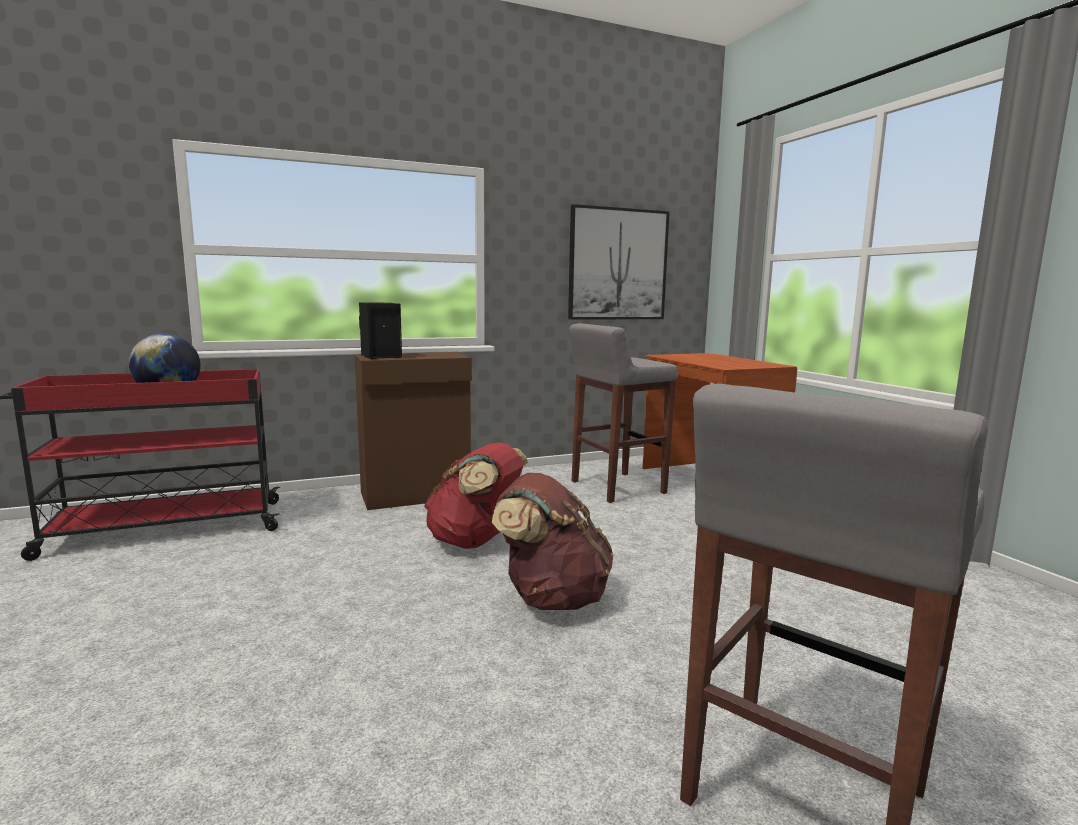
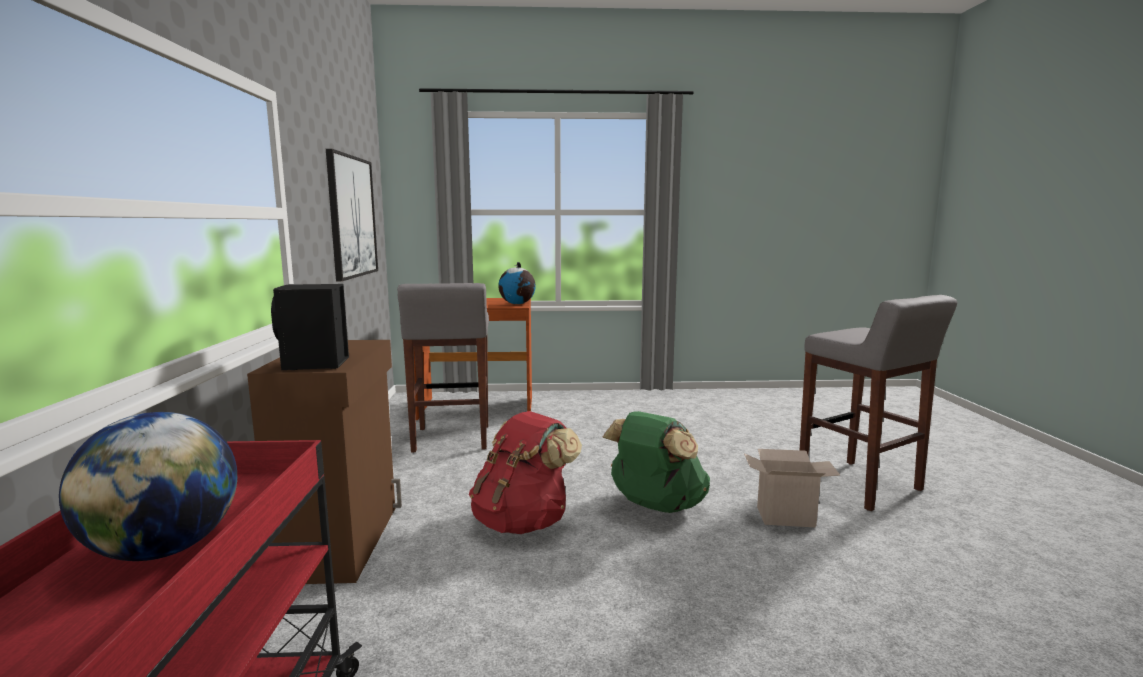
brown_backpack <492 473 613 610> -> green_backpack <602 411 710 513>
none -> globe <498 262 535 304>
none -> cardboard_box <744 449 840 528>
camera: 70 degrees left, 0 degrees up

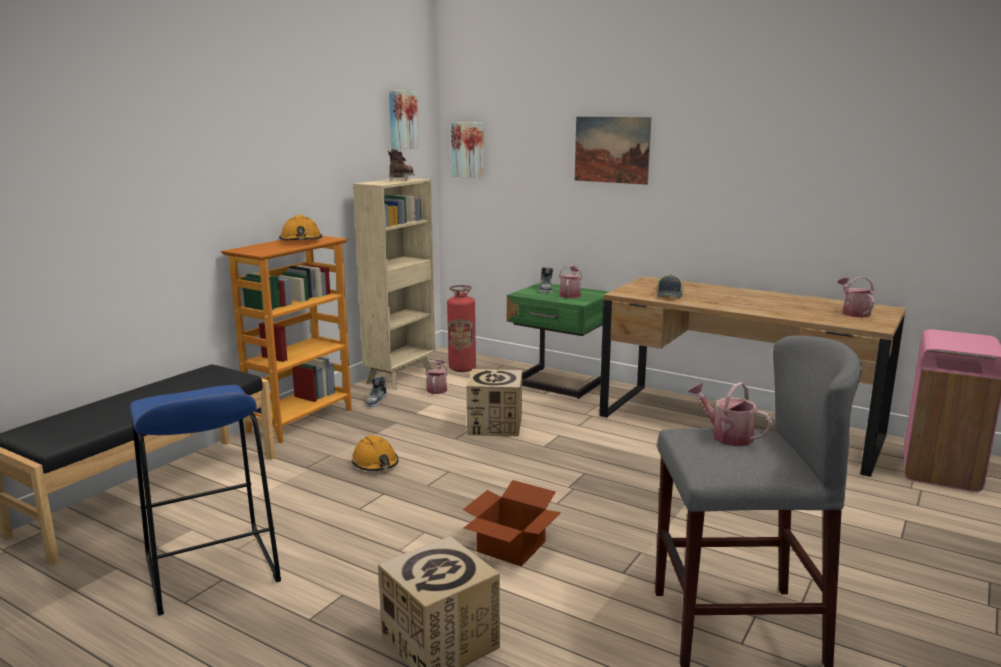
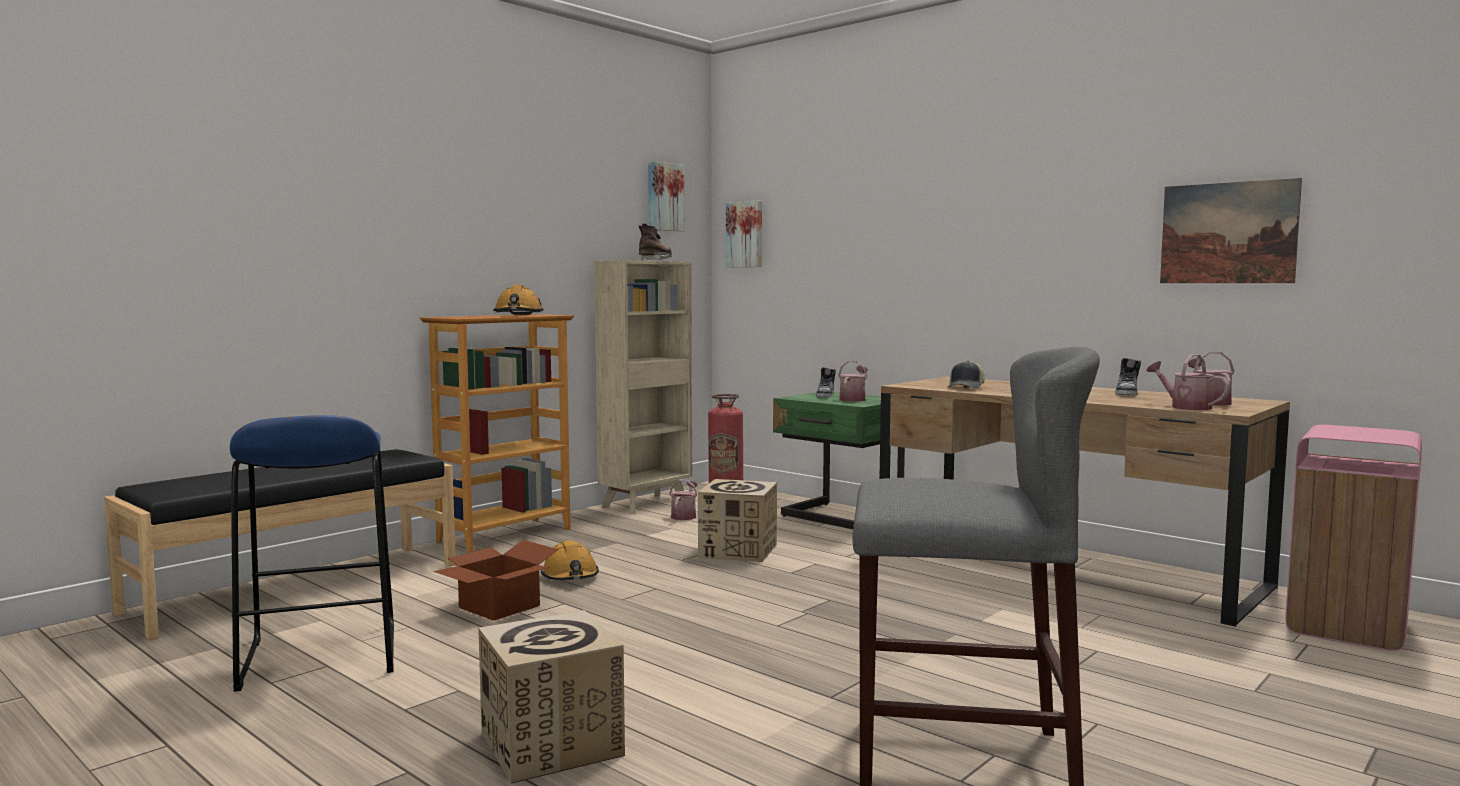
shoe <365 377 387 407> -> shoe <1115 358 1141 396>, move
cardboard_box <463 480 561 566> -> cardboard_box <434 540 558 621>, move
picture <575 117 651 185> -> picture <1160 178 1302 283>, move
watering_can <688 382 772 446> -> watering_can <1146 354 1229 410>, move
camera: 10 degrees right, 10 degrees down

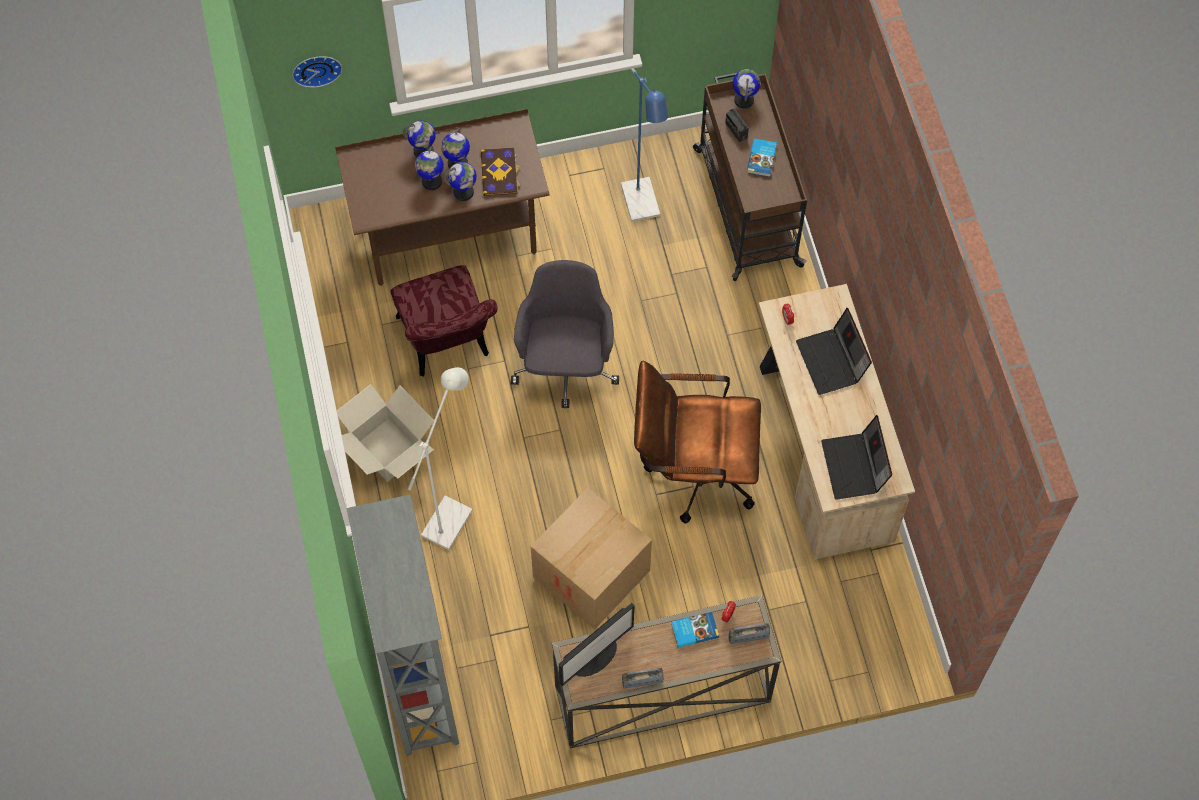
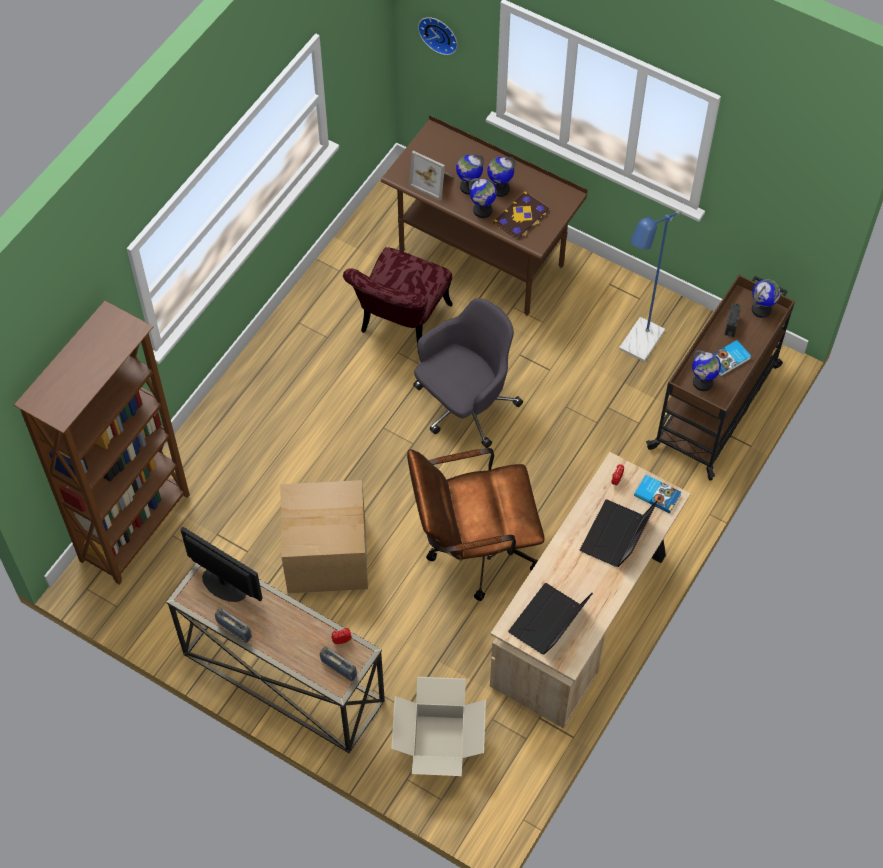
cardboard_box <337 384 434 482> -> cardboard_box <391 677 486 776>, move
grey_bookcase <347 494 459 756> -> brown_bookcase <14 301 190 585>
globe <403 120 436 157> -> globe <692 350 721 391>, move
white_floor_lamp <408 367 473 550> -> none
monitor <559 603 634 686> -> monitor <180 527 263 602>, 150 degrees counterclockwise
brown_office_chair <634 361 761 524> -> brown_office_chair <407 448 545 601>, 60 degrees counterclockwise
book <671 612 719 648> -> book <634 475 681 513>, move
none -> picture_frame <409 151 453 200>
camera: 45 degrees right, 5 degrees down

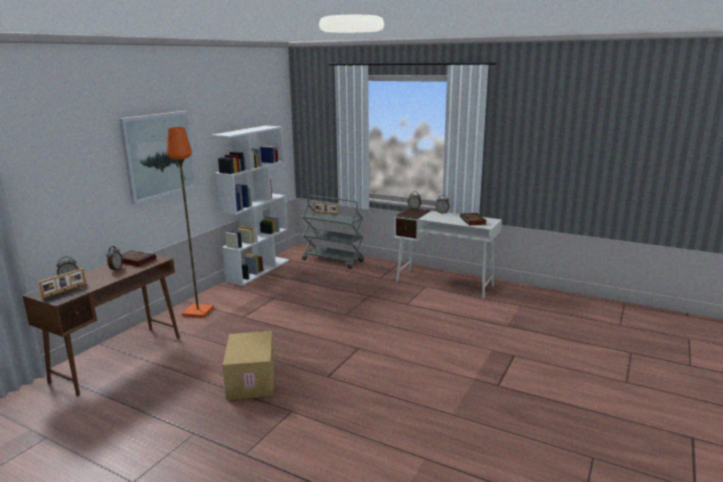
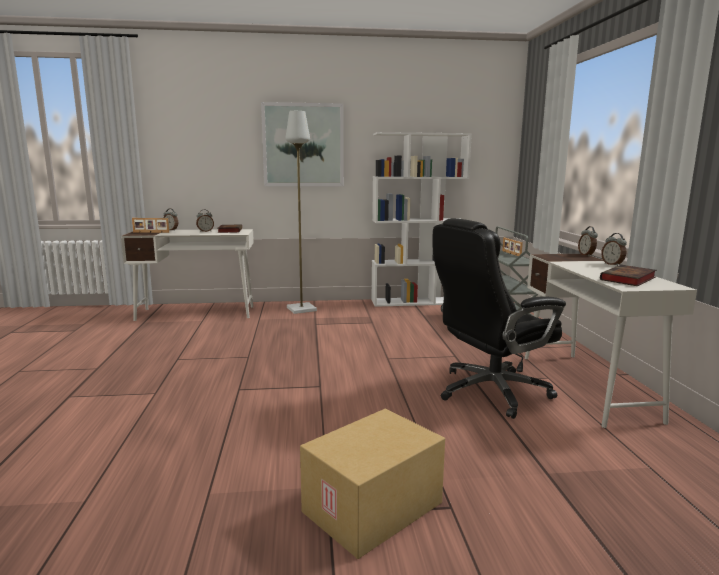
brown_desk <22 252 180 396> -> white_desk <121 229 254 321>
orange_floor_lamp <167 127 214 318> -> grey_floor_lamp <286 111 317 314>
cardboard_box <223 331 275 400> -> cardboard_box <300 408 445 559>, move
none -> black_office_chair <432 218 566 419>
camera: 55 degrees right, 5 degrees down

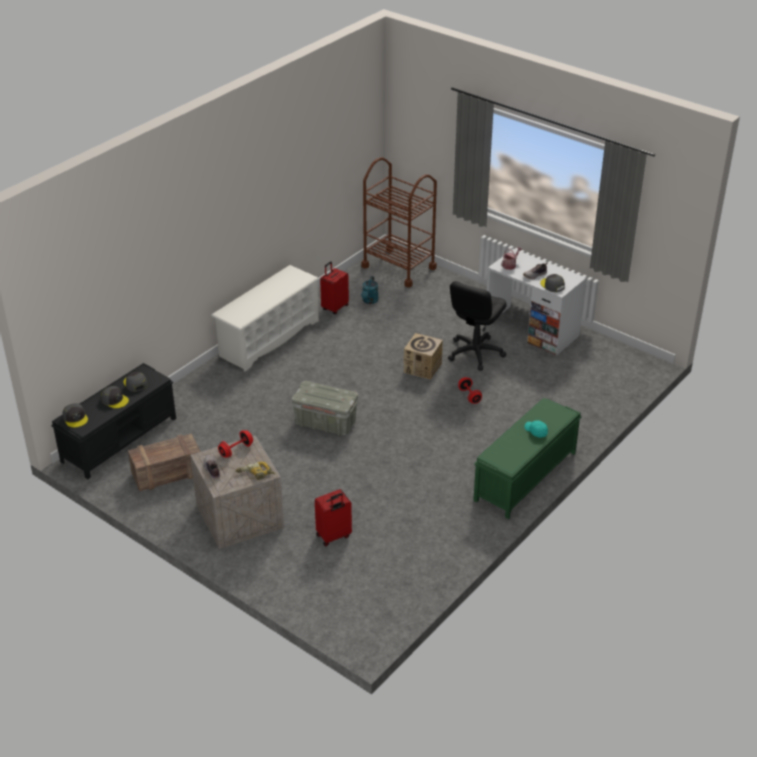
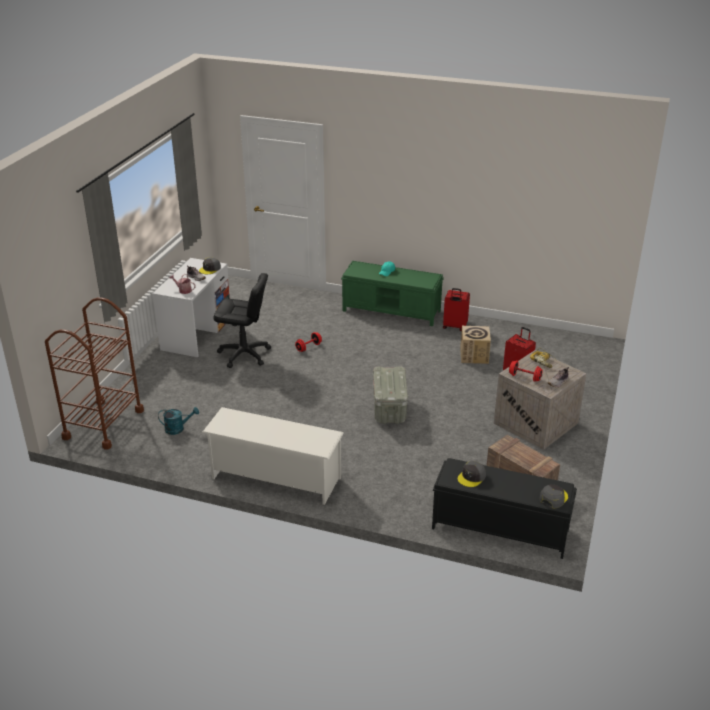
grey_cap <101 386 129 408> -> none
red_suitcase <320 262 349 314> -> red_suitcase <443 288 470 331>, move
cardboard_box <404 333 443 380> -> cardboard_box <460 326 491 364>, move
camera: 110 degrees left, 5 degrees down

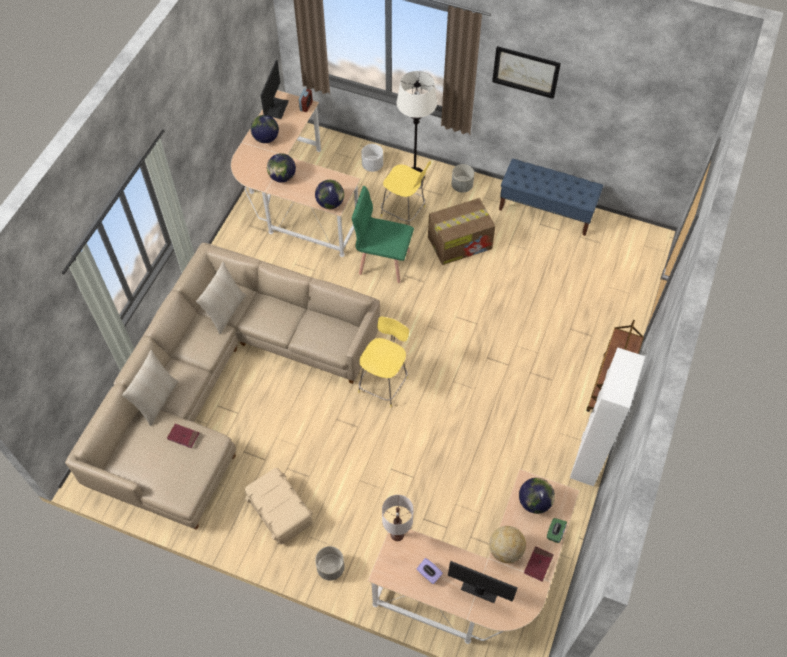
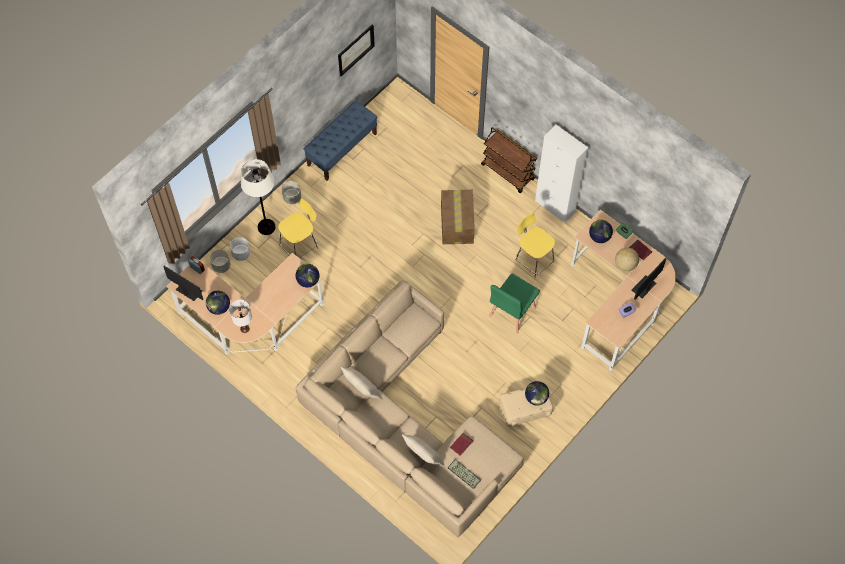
globe <267 153 296 183> -> globe <525 381 549 406>, move
grey_planter <315 546 345 581> -> grey_planter <210 249 231 273>, move
green_chair <352 186 414 283> -> green_chair <489 274 540 334>, move
yellow_stool <358 316 409 407> -> yellow_stool <515 213 555 280>, move
white_table_lamp <382 495 414 541> -> white_table_lamp <229 300 252 333>, move
cardboard_box <428 198 495 265> -> cardboard_box <441 190 475 244>, move
picture <492 46 561 99> -> picture <338 24 375 76>, move
none -> keyboard <447 459 481 489>
camera: 70 degrees left, 5 degrees up

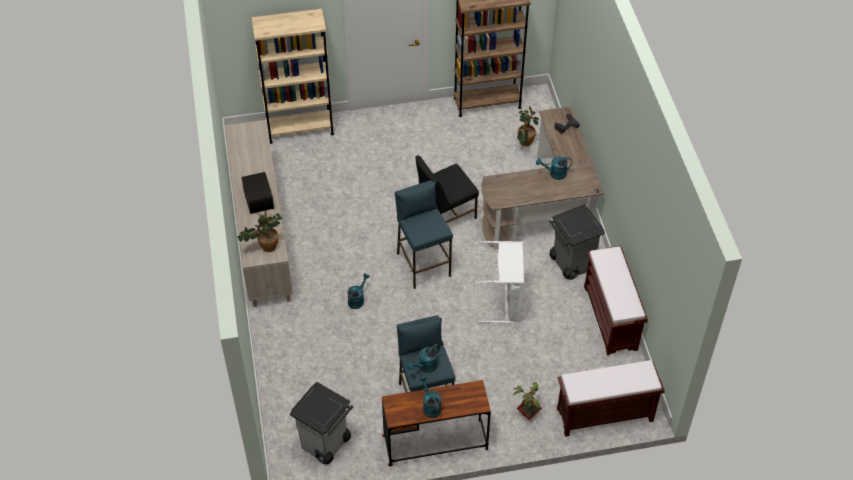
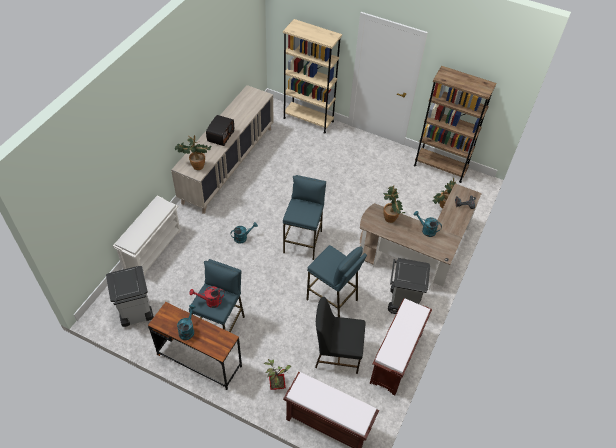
turquoise_watering_can <407 344 440 373> -> red_watering_can <189 286 225 308>
black_chair <415 155 479 223> -> black_chair <315 297 366 374>, move
white_laundry_basket <478 241 524 324> -> blue_stool <307 245 367 317>
none -> white_shoe_rack <113 196 181 276>
none -> potted_plant <383 185 405 223>
camera: 35 degrees right, 0 degrees up

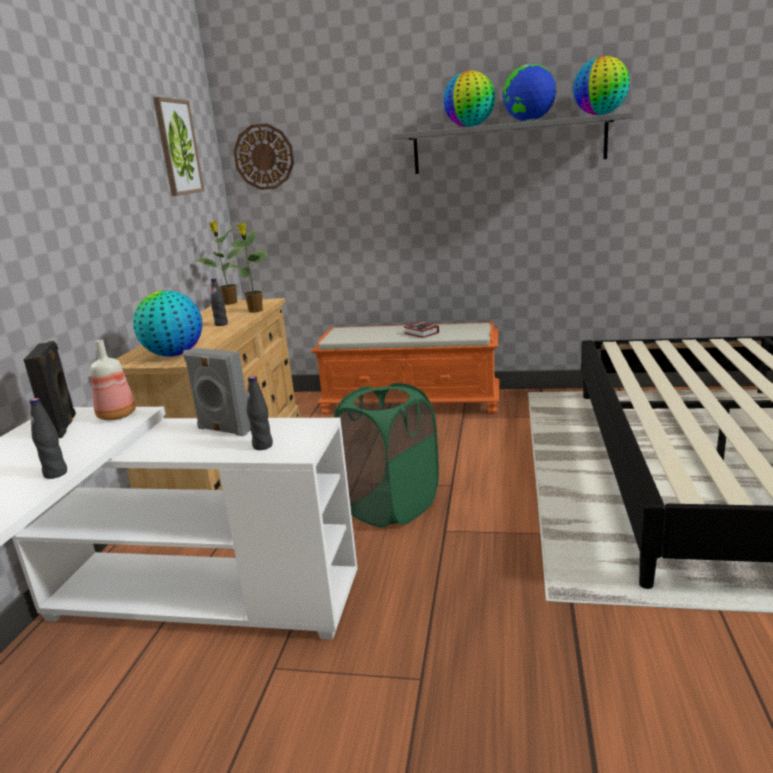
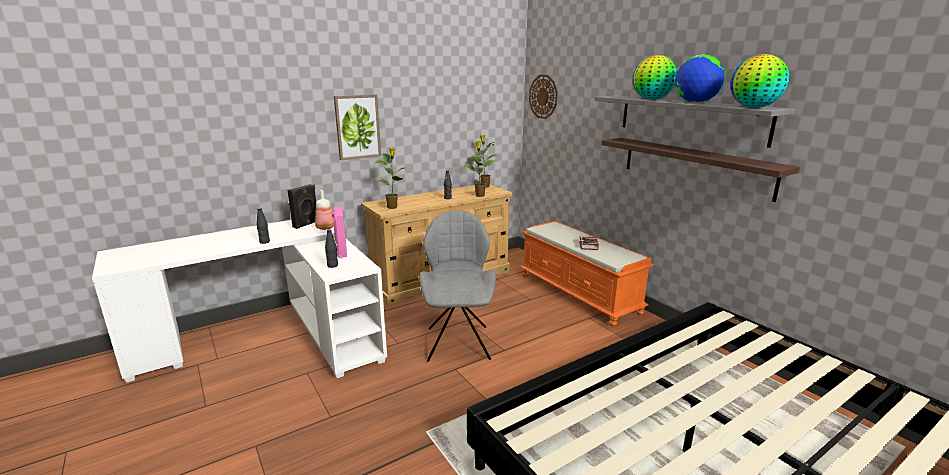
globe <133 290 202 357> -> potted_plant <374 148 403 209>
picture <153 97 204 196> -> picture <334 95 381 160>, move
grey_speaker <183 348 251 436> -> pink_speaker <333 207 347 258>
green_laundry_basket <334 383 439 528> -> grey_chair <419 210 496 362>
none -> shelf <602 138 800 202>
camera: 45 degrees right, 0 degrees up

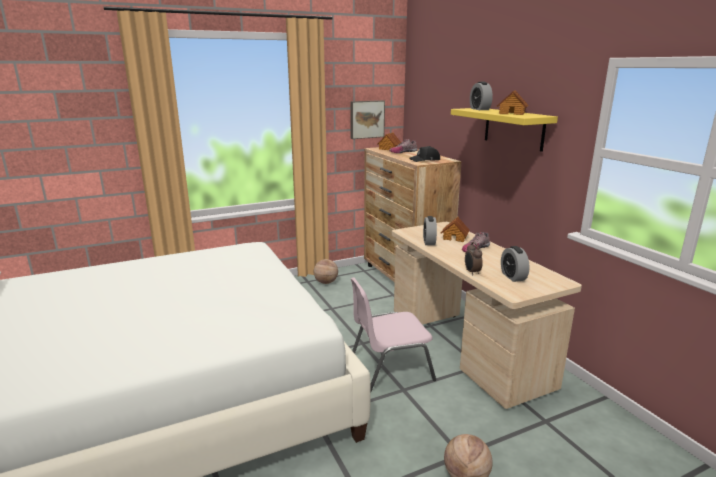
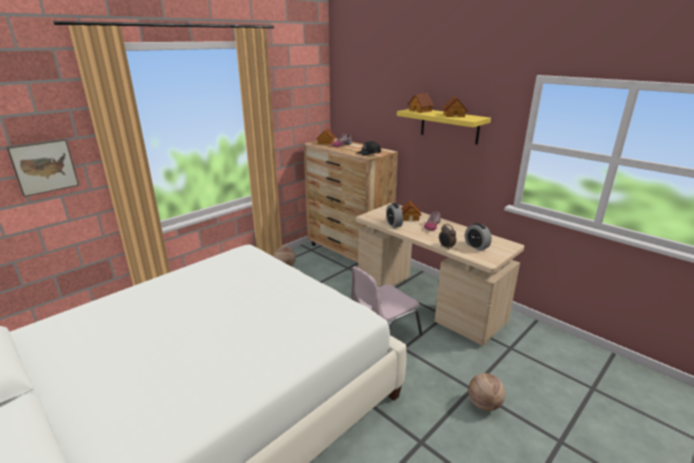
picture <350 100 385 139> -> picture <6 139 79 197>, move
alarm_clock <470 82 493 110> -> toy_house <407 93 434 113>
camera: 20 degrees left, 5 degrees up

